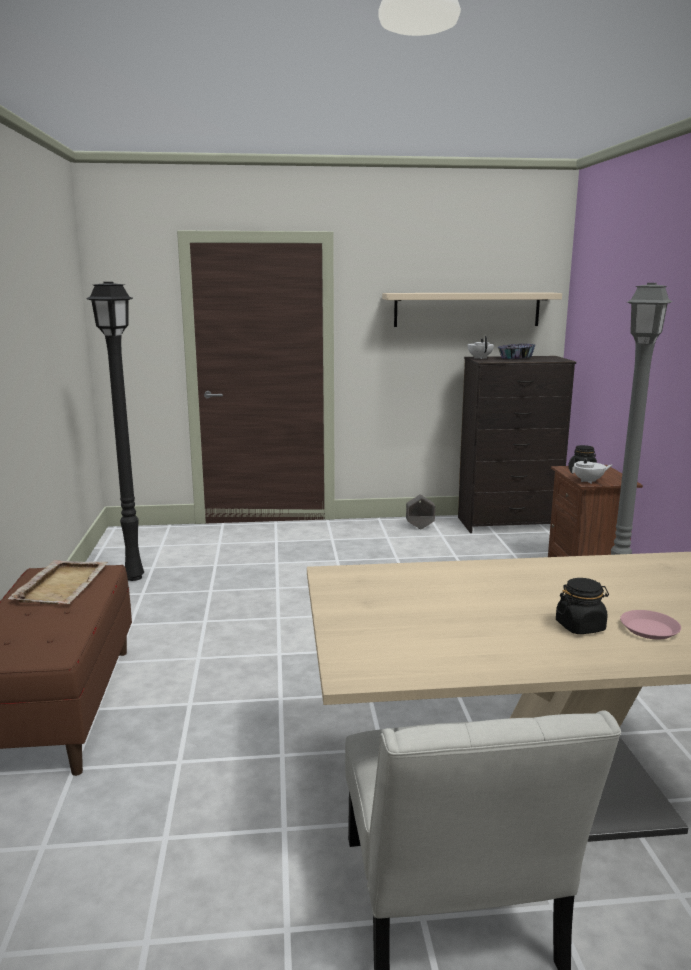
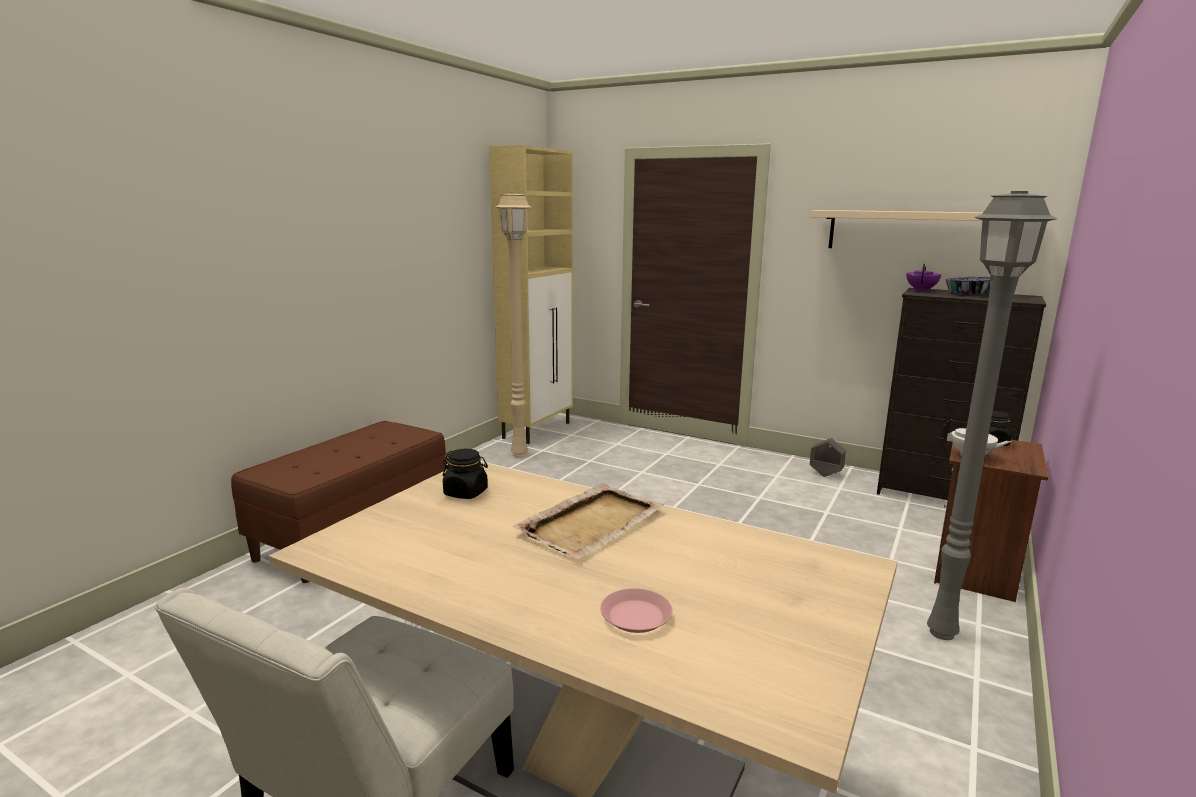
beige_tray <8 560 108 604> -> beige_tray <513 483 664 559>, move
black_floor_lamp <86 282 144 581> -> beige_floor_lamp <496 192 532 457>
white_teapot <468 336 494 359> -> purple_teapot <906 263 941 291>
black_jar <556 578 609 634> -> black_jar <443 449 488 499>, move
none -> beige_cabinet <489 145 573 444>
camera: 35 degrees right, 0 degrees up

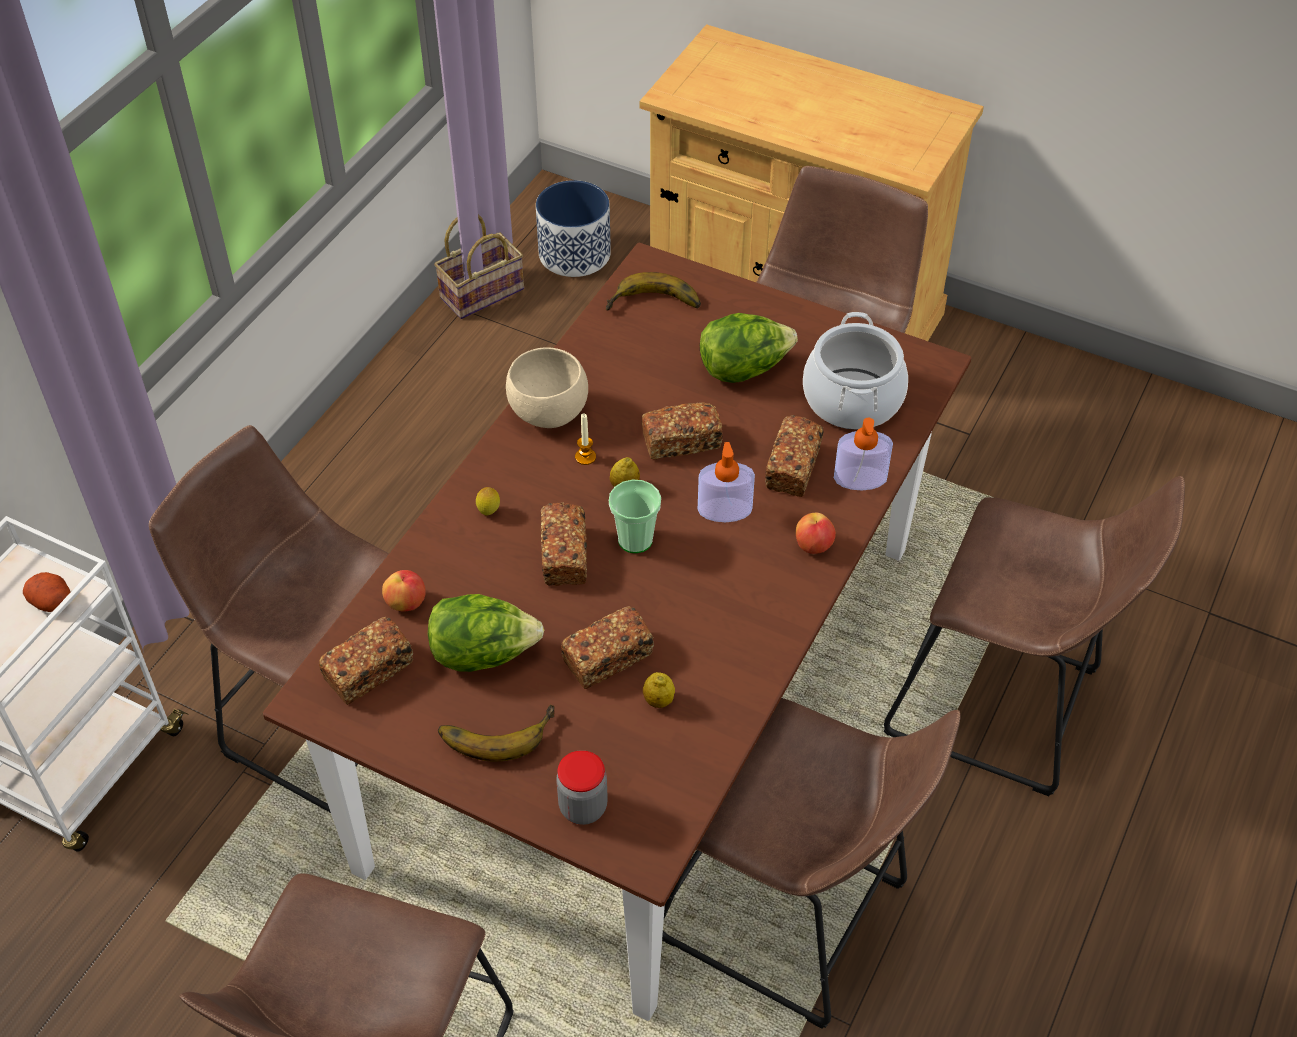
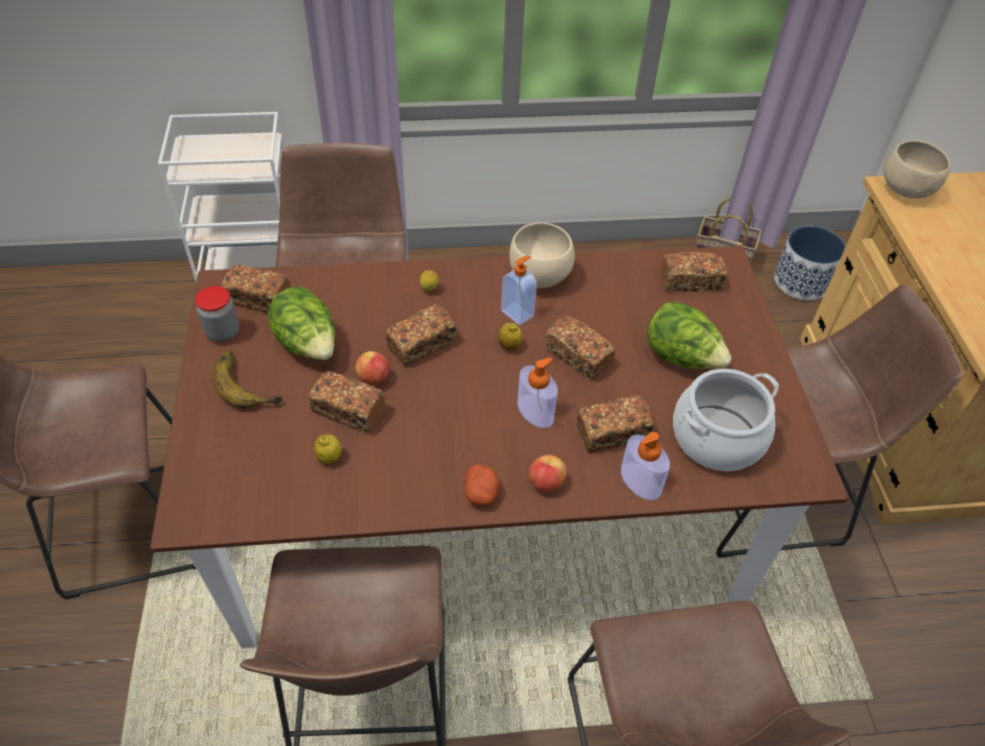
potato <23 572 71 612> -> potato <464 464 500 506>, move
apple <382 570 426 612> -> apple <355 351 390 386>, move
jar <556 750 608 825> -> jar <195 286 239 342>, move
candle <575 413 596 465> -> soap_dispenser <501 256 537 325>
banana <606 272 701 311> -> bread <661 252 727 292>
cup <609 479 661 553> -> none
none -> beige_bowl <883 140 950 199>
camera: 55 degrees right, 0 degrees up

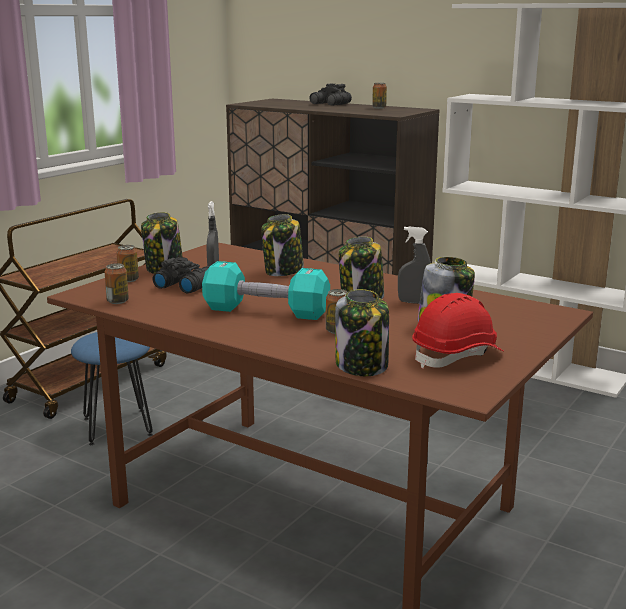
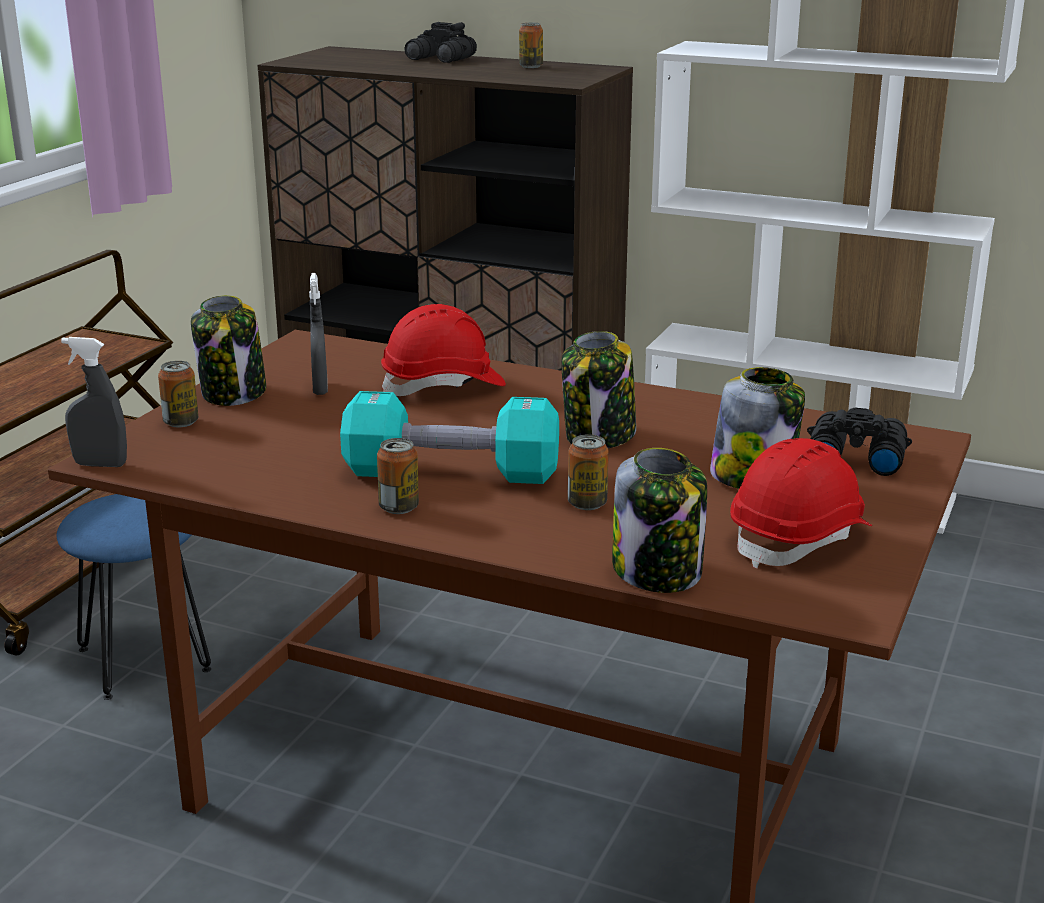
can <105 263 129 304> -> can <377 438 419 514>, move
black_binoculars <153 257 210 293> -> black_binoculars <807 408 912 476>, move
jar <261 214 304 276> -> red_hard_hat <381 304 506 396>
grey_spray_bottle <398 226 431 304> -> grey_spray_bottle <61 337 127 467>, move
camera: 10 degrees left, 5 degrees up

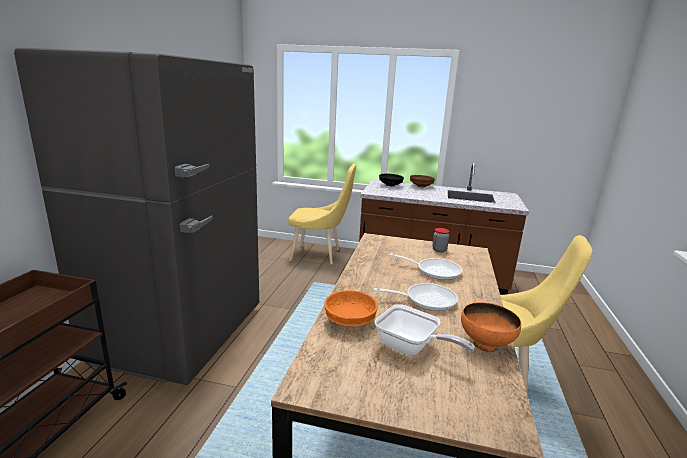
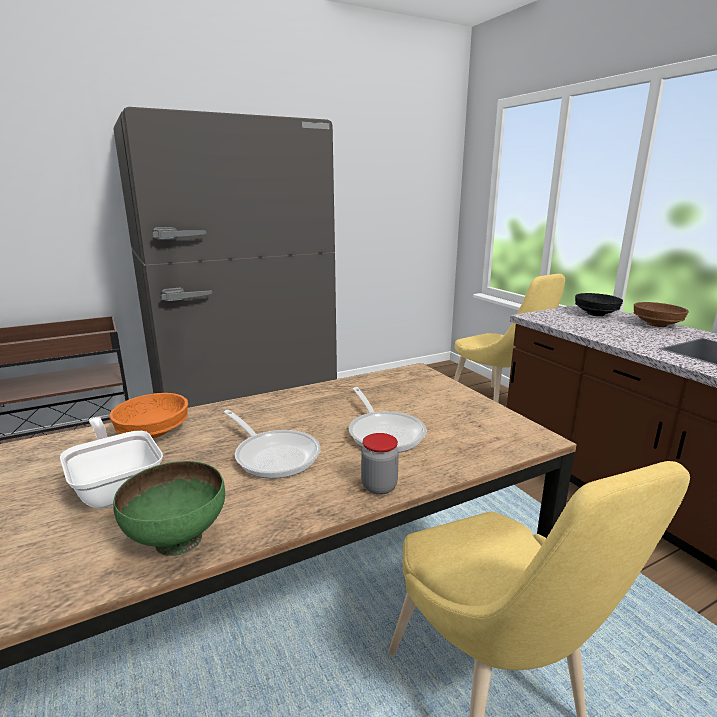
frying_pan <375 304 475 356> -> frying_pan <60 417 163 508>, 150 degrees clockwise
jar <432 228 449 252> -> jar <361 433 399 495>, move
orange_bowl <461 302 521 353> -> green_bowl <113 461 225 556>
camera: 50 degrees right, 0 degrees up

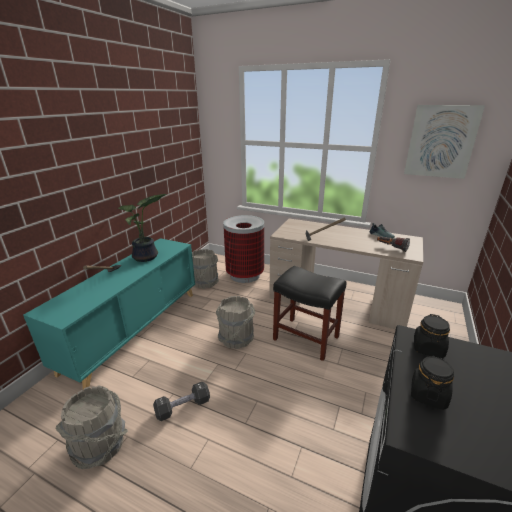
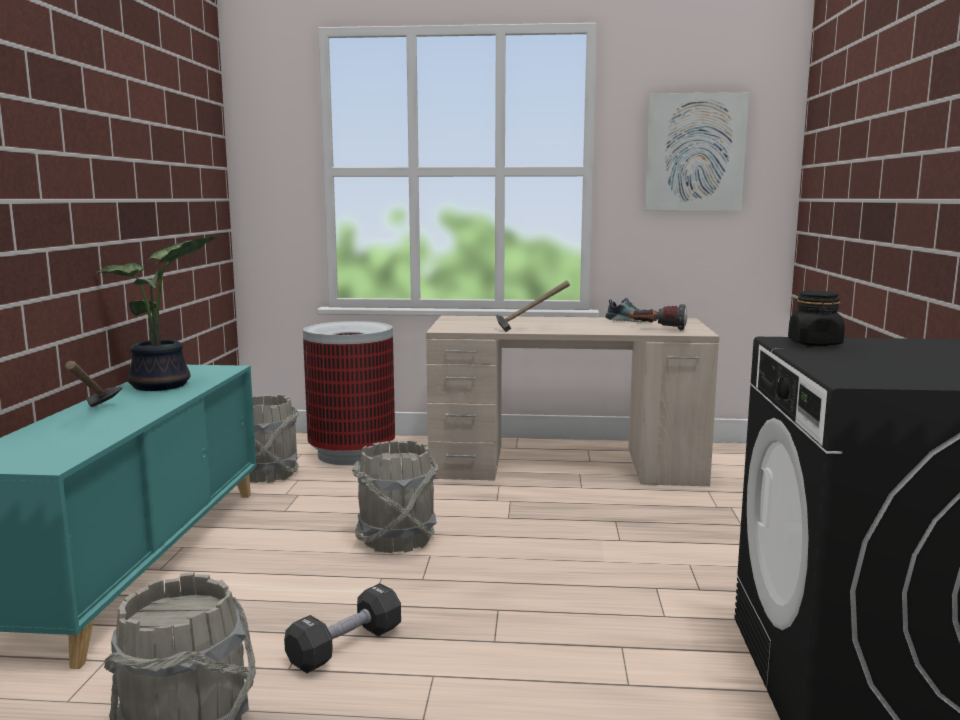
black_stool <273 266 346 361> -> none
black_jar <411 356 454 410> -> none
camera: 20 degrees left, 15 degrees down

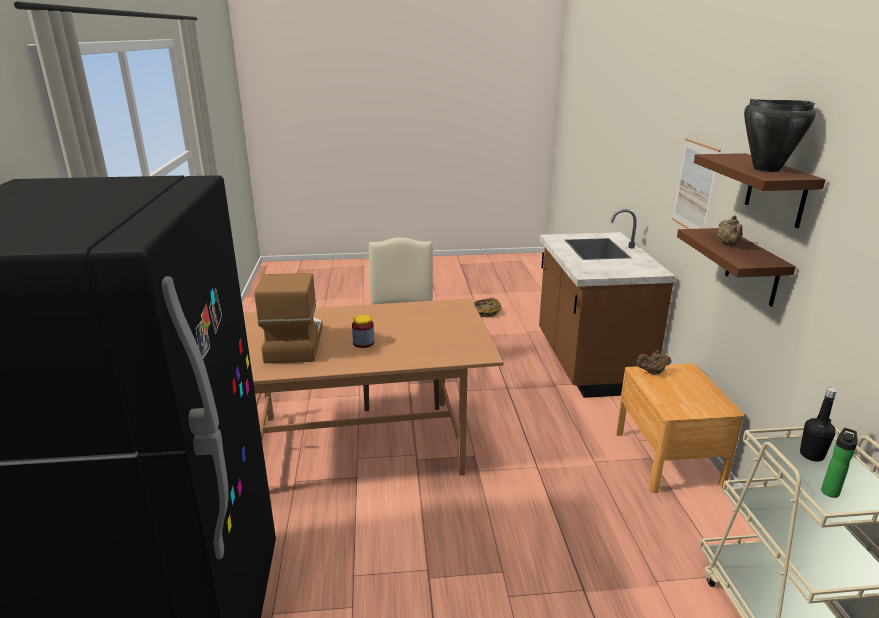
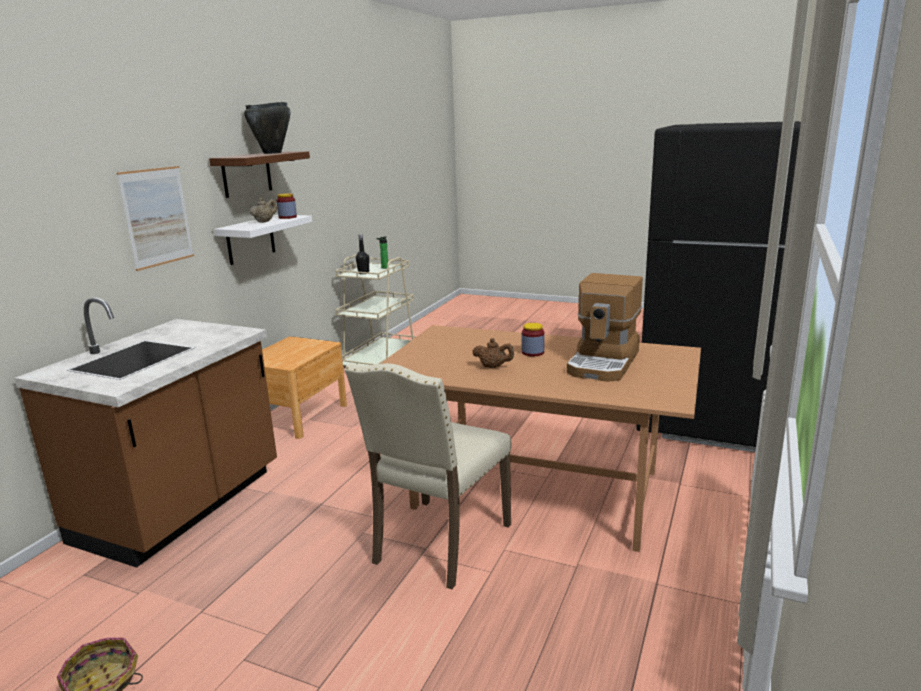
brown_teapot <637 350 672 375> -> brown_teapot <472 338 514 368>, move
brown_shelf <677 228 796 307> -> white_shelf <214 215 312 265>
none -> jar <276 193 297 219>
camera: 150 degrees left, 5 degrees down

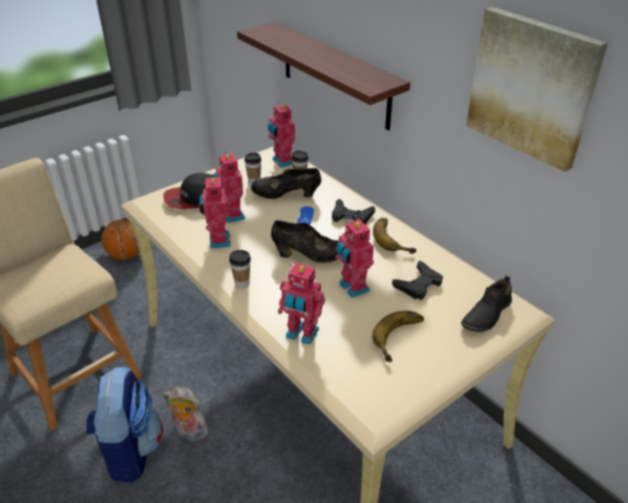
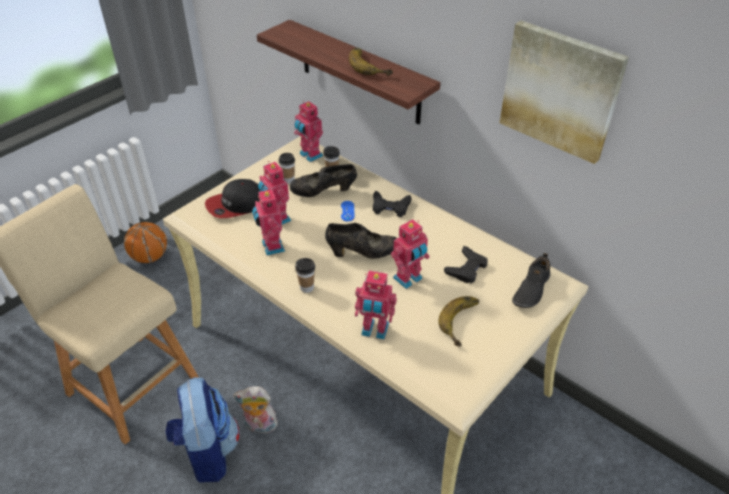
toy_robot <335 218 374 298> -> toy_robot <391 219 430 289>, 90 degrees counterclockwise
banana <373 218 416 254> -> banana <349 48 393 76>, move
camera: 10 degrees left, 5 degrees up

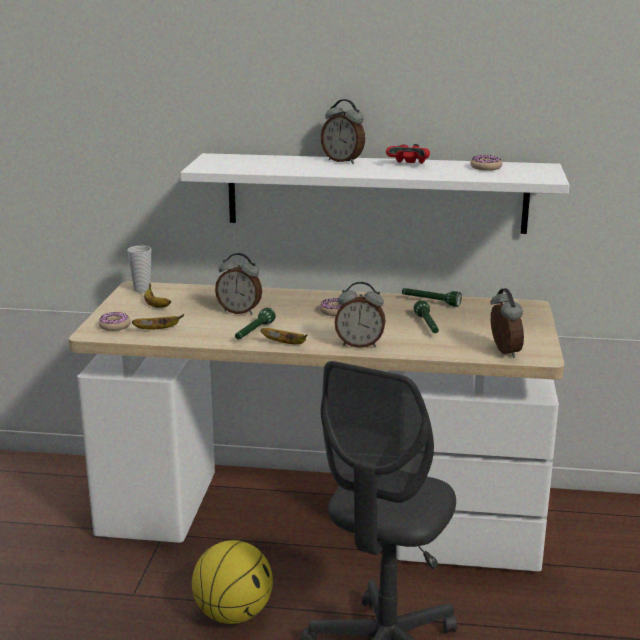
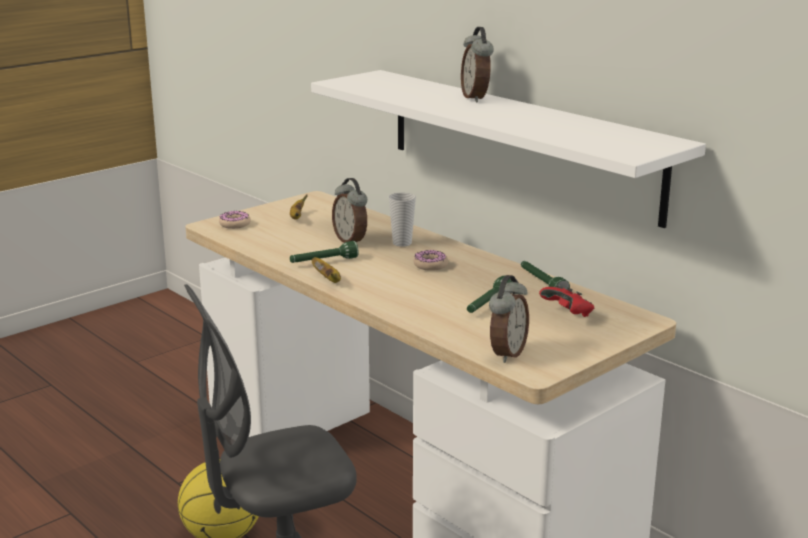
cup <127 245 151 292> -> cup <389 193 416 247>, move
banana <132 314 184 329> -> none
alarm_clock <335 282 386 348> -> none
red_game_controller <386 144 430 164> -> red_game_controller <539 287 594 317>, move
donut <470 155 502 171> -> none
camera: 40 degrees right, 0 degrees up

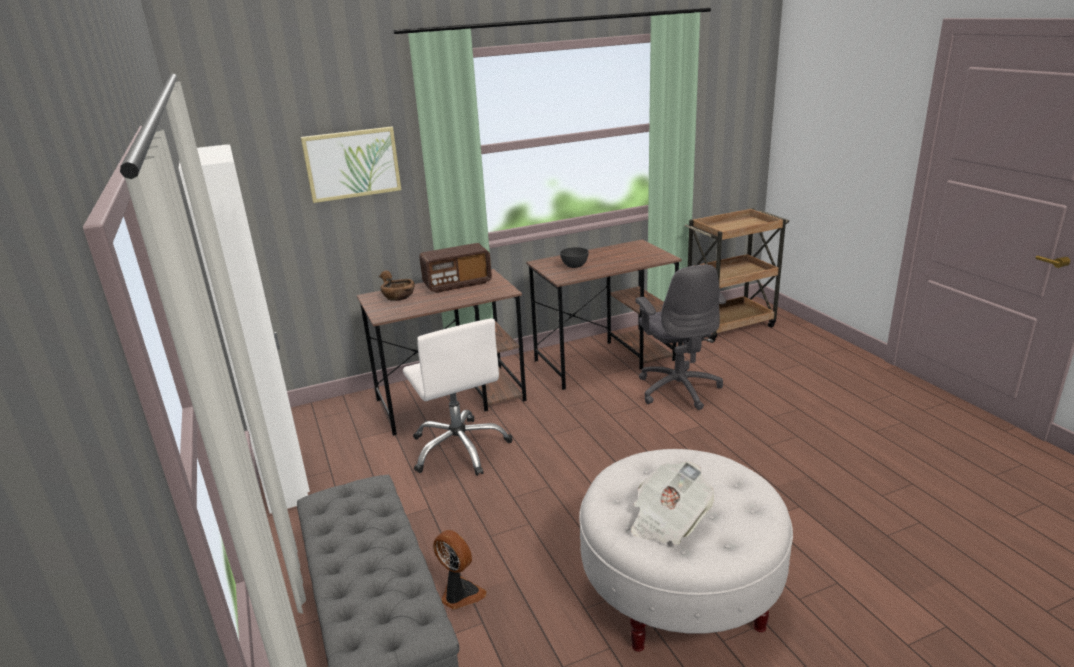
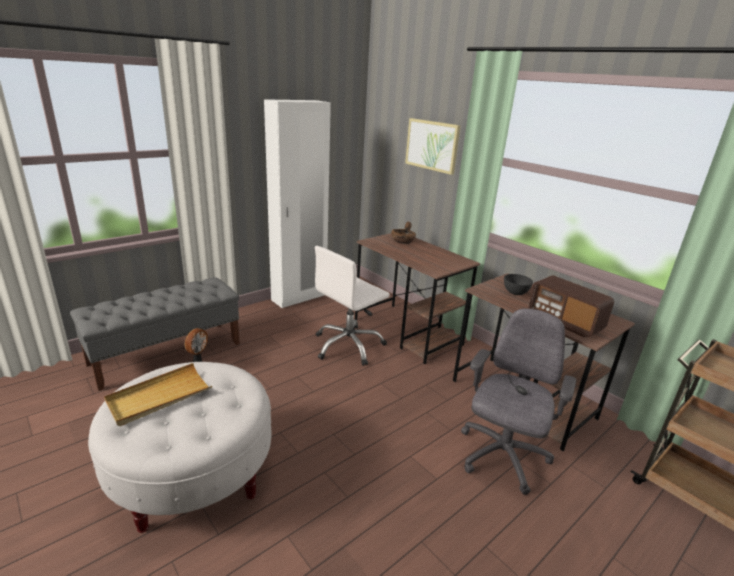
radio <419 243 492 293> -> radio <528 275 614 337>, move
newspaper <631 462 714 545> -> beige_tray <104 363 212 426>
grey_office_chair <635 265 726 410> -> grey_office_chair <461 309 576 495>, 150 degrees clockwise
camera: 70 degrees right, 0 degrees up

